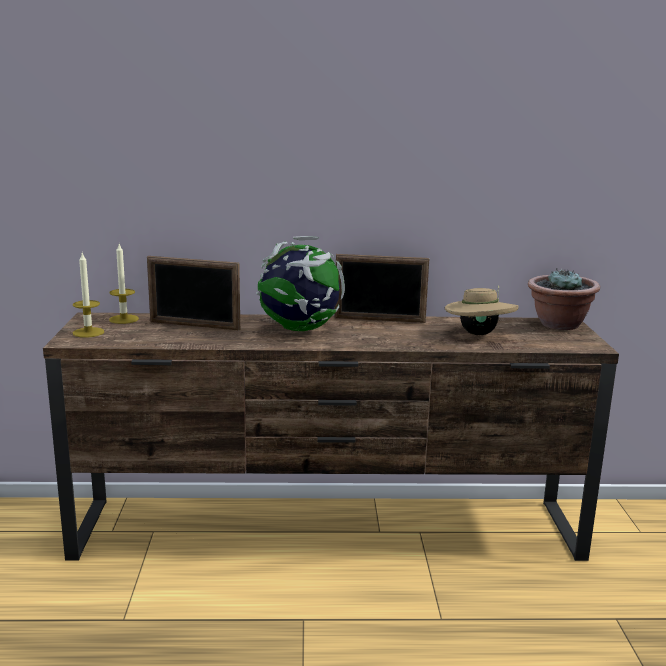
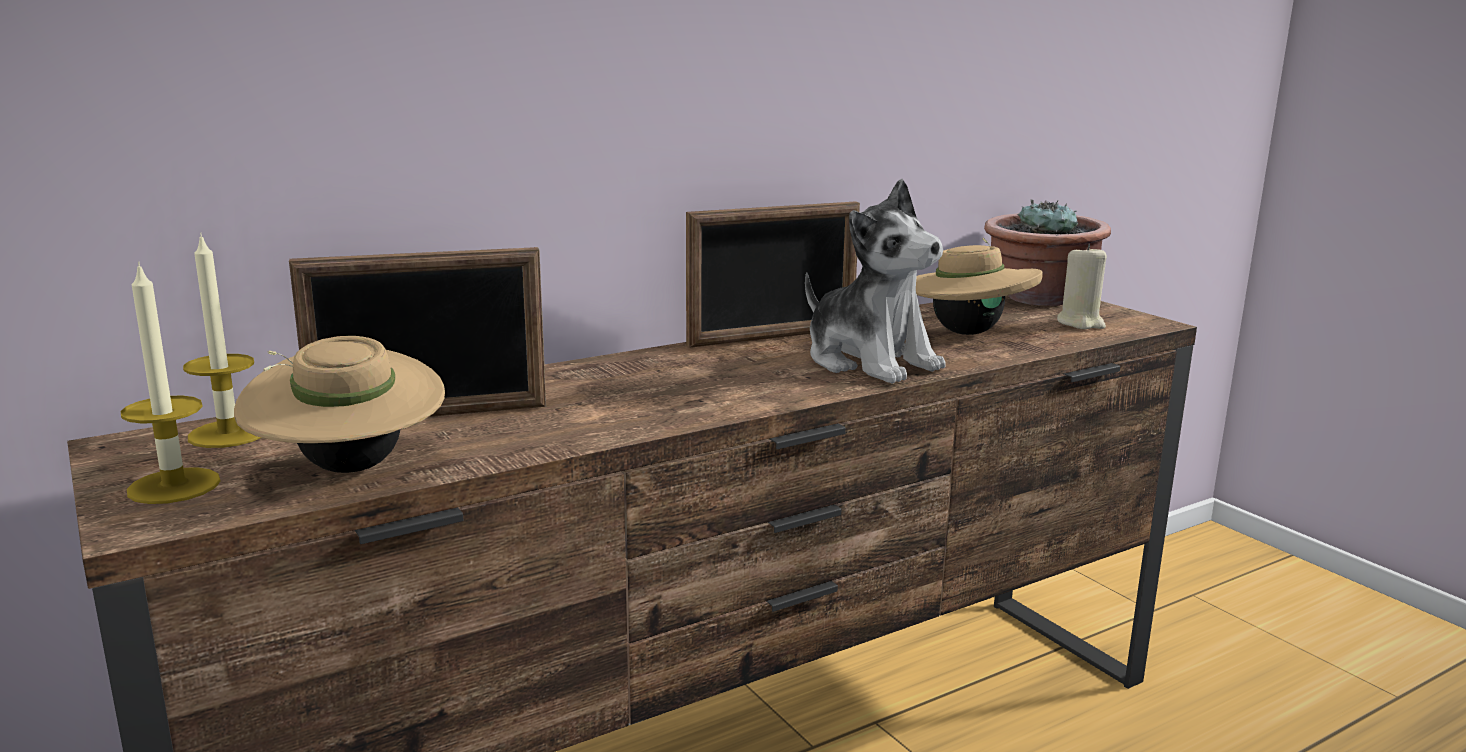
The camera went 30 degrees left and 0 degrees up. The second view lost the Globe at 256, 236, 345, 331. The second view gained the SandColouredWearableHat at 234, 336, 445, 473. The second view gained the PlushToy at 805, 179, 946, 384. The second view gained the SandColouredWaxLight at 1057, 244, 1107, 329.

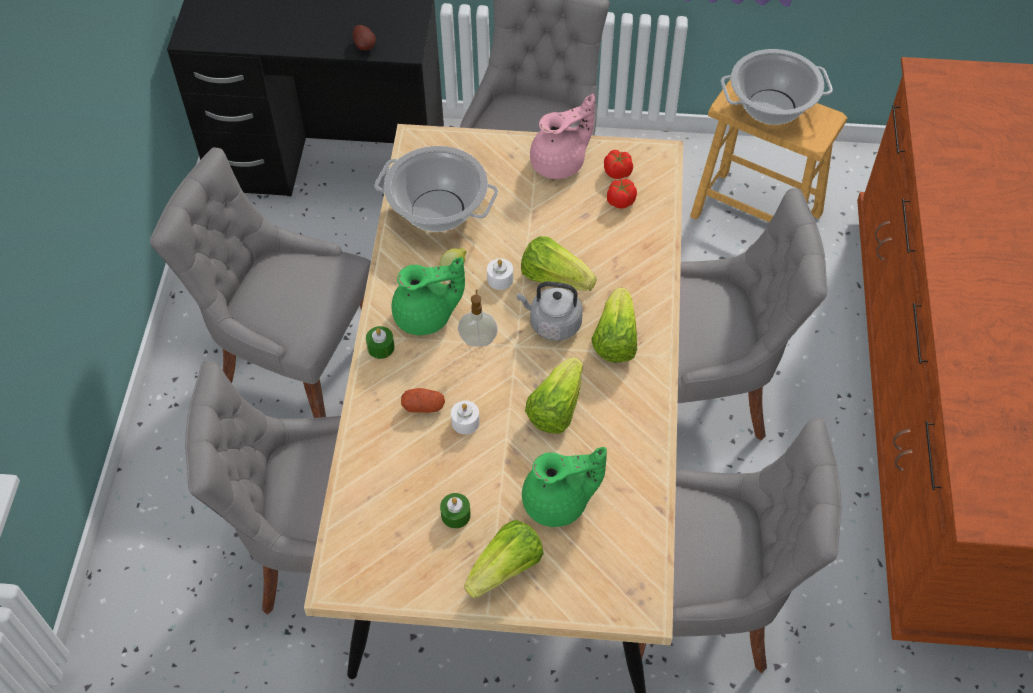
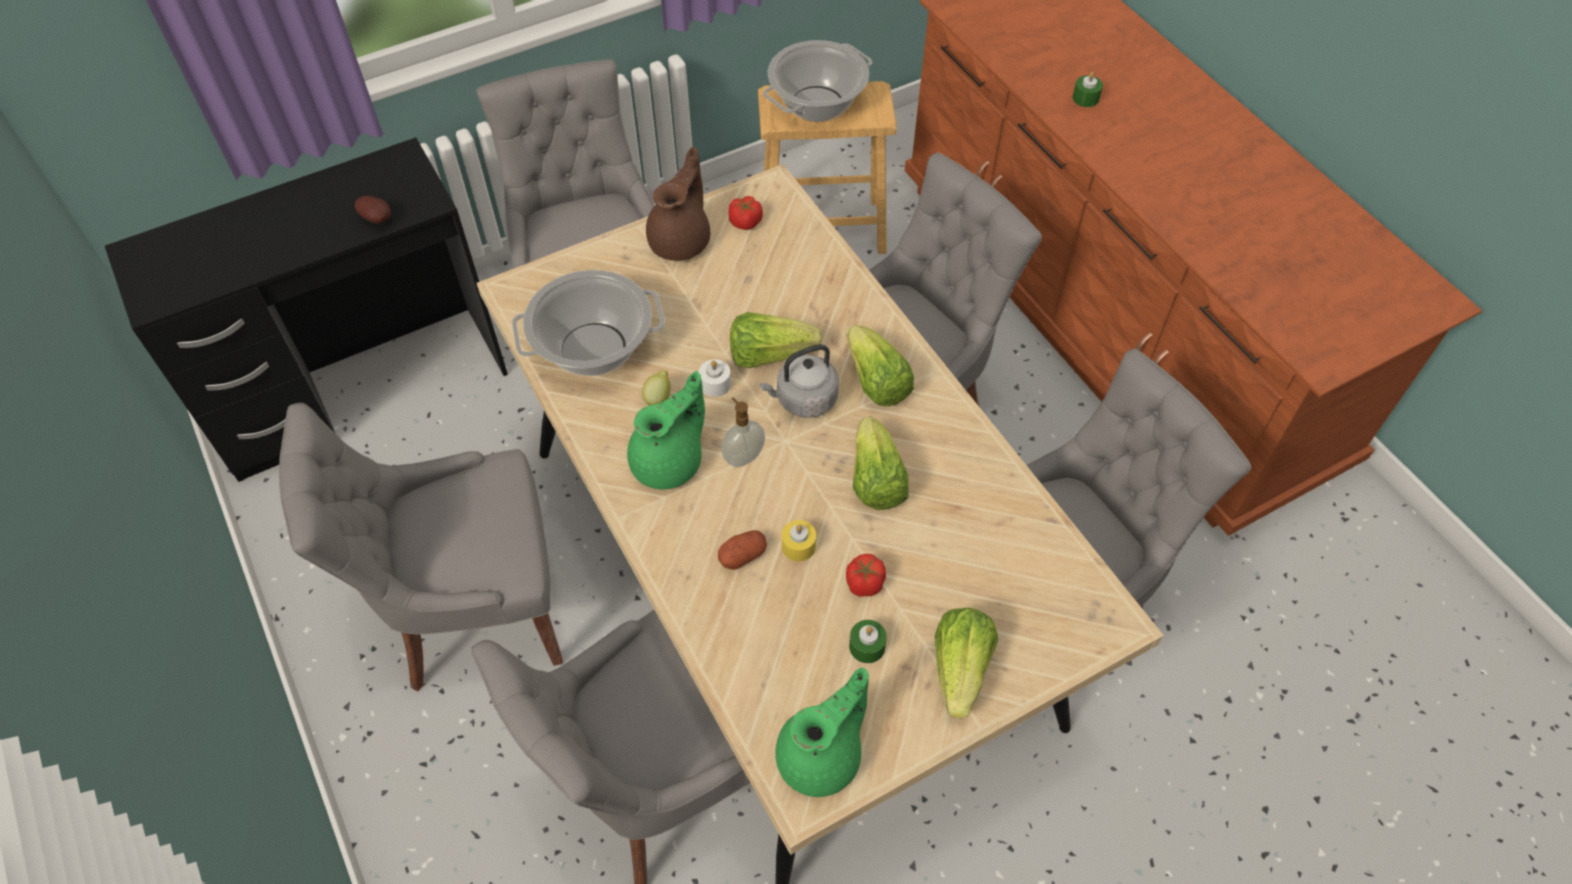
The camera went 35 degrees left and 0 degrees up. The GreenColouredWaxLight ended up elsewhere, having gone from 366, 326, 395, 359 to 1072, 72, 1103, 107. What was the WhiteColouredWaxLight at 451, 400, 480, 434 turned into the YellowColouredWaxLight at 782, 520, 816, 562. The GreenColouredTeapot ended up elsewhere, having gone from 522, 447, 607, 527 to 775, 668, 869, 797. What was the PinkColouredTeapot at 530, 94, 595, 179 turned into the BrownTeapot at 646, 147, 710, 261. The Tomato ended up elsewhere, having gone from 607, 179, 637, 209 to 846, 554, 886, 597.

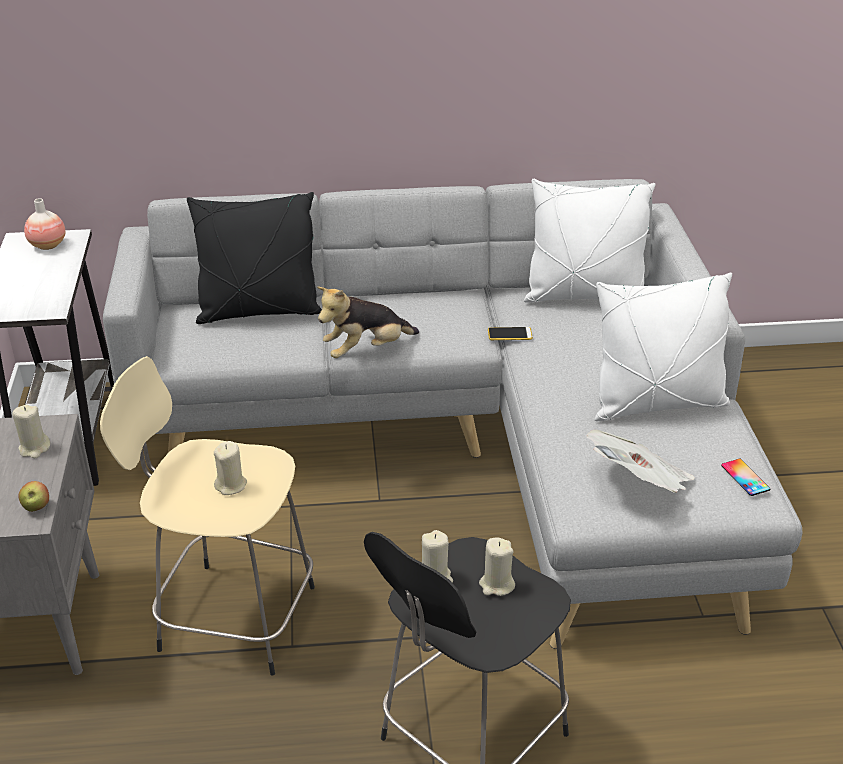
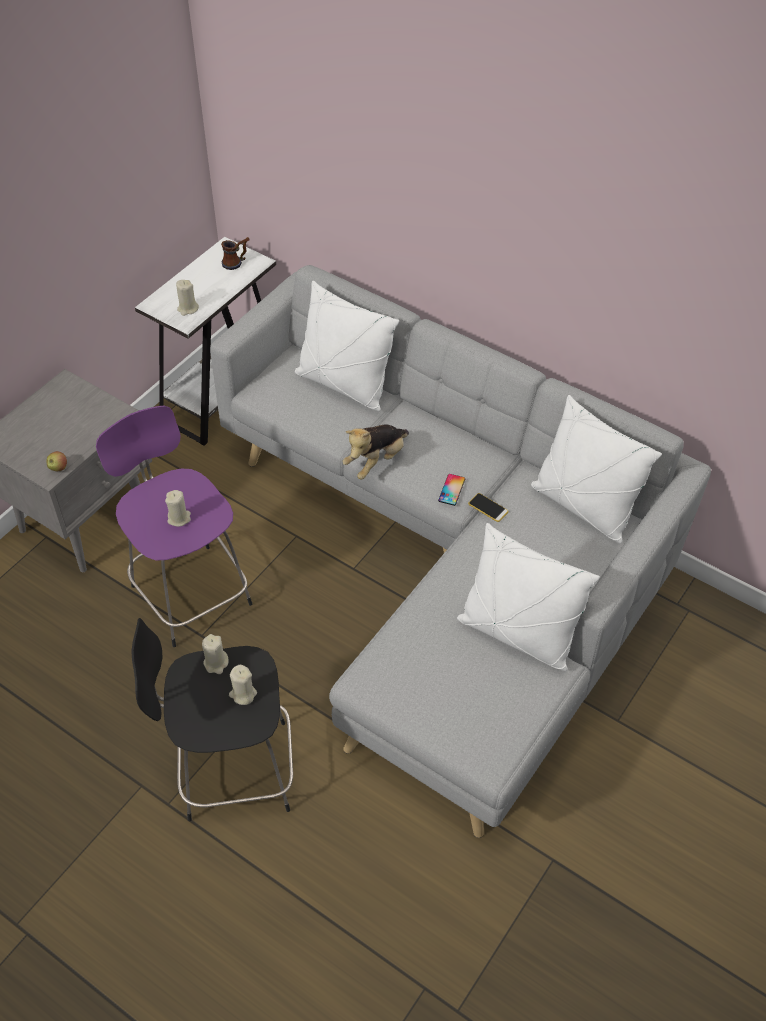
The camera went 40 degrees right and 15 degrees up. The SandColouredWaxLight ended up elsewhere, having gone from 12, 405, 50, 458 to 176, 280, 199, 316. Where the Vase stood at 24, 198, 66, 250, the TeaMug came to stand at 221, 237, 250, 270. What was the SandColouredStool at 100, 356, 315, 676 turned into the PurpleStool at 96, 405, 252, 647. What was the BlackThrowPillow at 187, 192, 322, 324 turned into the WhiteColouredThrowPillow at 295, 281, 400, 411. The PlushToy at 317, 286, 419, 358 ended up facing another way, 60 degrees counterclockwise from before. The second view lost the Newspaper at 587, 430, 695, 493. The Telephone ended up elsewhere, having gone from 721, 459, 771, 496 to 438, 474, 465, 506.

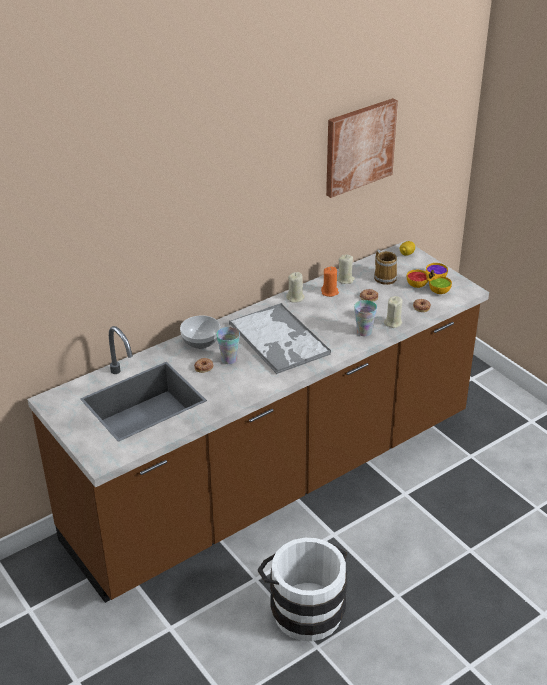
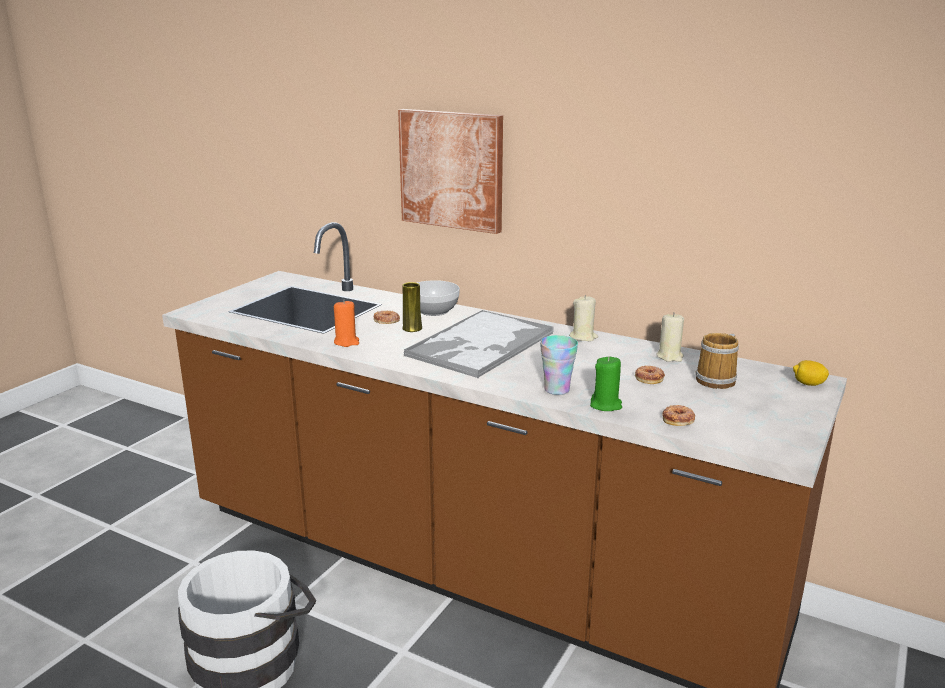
The camera went 65 degrees right and 15 degrees down. Where the SmallCup stood at 216, 327, 240, 364, the YellowColouredVase came to stand at 402, 282, 422, 332. The OrangeyWaxLight ended up elsewhere, having gone from 321, 267, 339, 297 to 334, 300, 359, 347. The Picture ended up elsewhere, having gone from 326, 98, 398, 198 to 398, 109, 503, 234. What was the SandColouredWaxLight at 384, 296, 403, 328 turned into the GreenColouredWaxLight at 590, 356, 622, 411. The second view lost the Bowl at 407, 263, 452, 294.

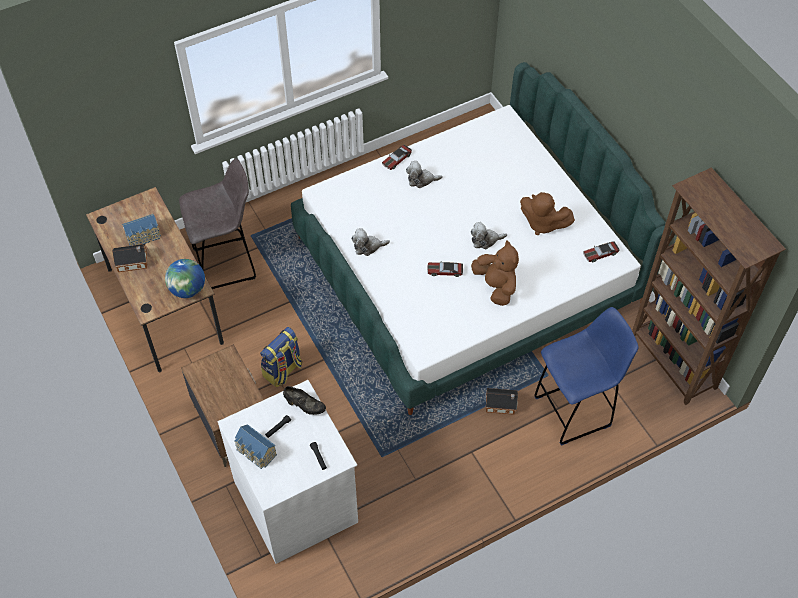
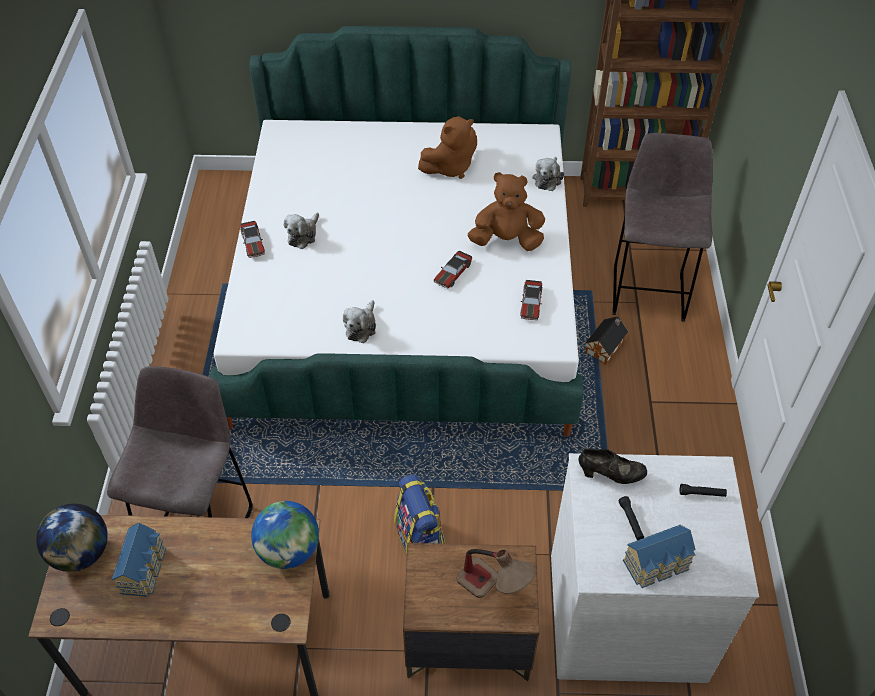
The camera went 60 degrees left and 5 degrees down. The second view lost the MiniatureHouse at 112, 244, 147, 272. The BlackItemOfFootwear at 283, 386, 326, 415 ended up facing another way, 45 degrees clockwise from before. The PlushToy ended up elsewhere, having gone from 471, 222, 507, 249 to 533, 157, 564, 191. What was the BluishStool at 534, 307, 639, 445 turned into the GreyishStool at 612, 133, 712, 322. The ToyCar ended up elsewhere, having gone from 583, 241, 620, 262 to 520, 280, 542, 320. The second view gained the Globe at 36, 504, 108, 572. The second view gained the TabletopLamp at 457, 549, 536, 598.

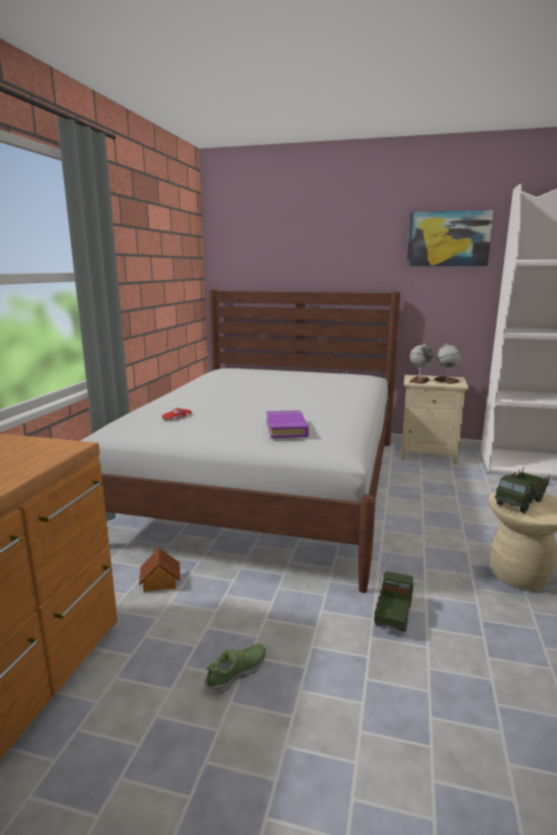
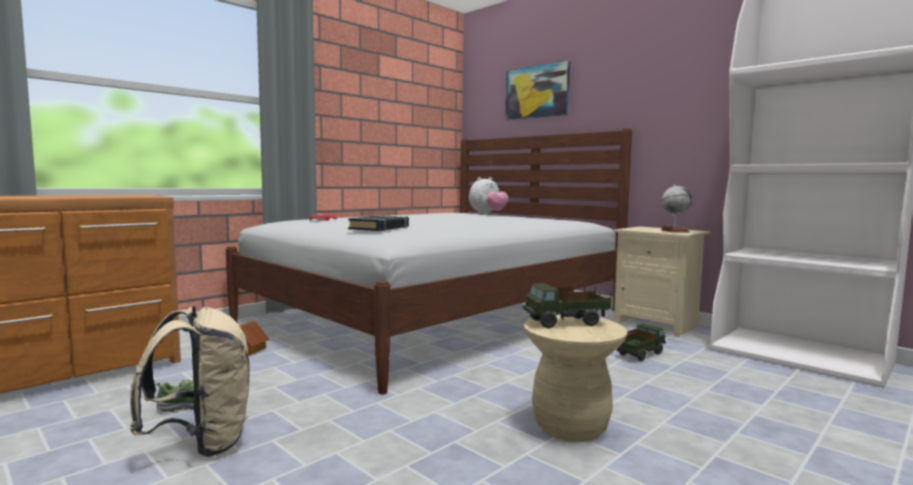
The camera went 30 degrees right and 10 degrees down. What was the PurpleBook at 266, 410, 309, 438 turned into the BlackBook at 348, 215, 409, 231. The ModelTruck ended up elsewhere, having gone from 374, 571, 414, 632 to 617, 324, 666, 361. The Picture ended up elsewhere, having gone from 406, 210, 494, 267 to 505, 60, 570, 120. The second view lost the Globe at 409, 343, 433, 384. The second view gained the SandColouredRucksack at 130, 306, 250, 457. The second view gained the PlushToy at 469, 177, 509, 215.

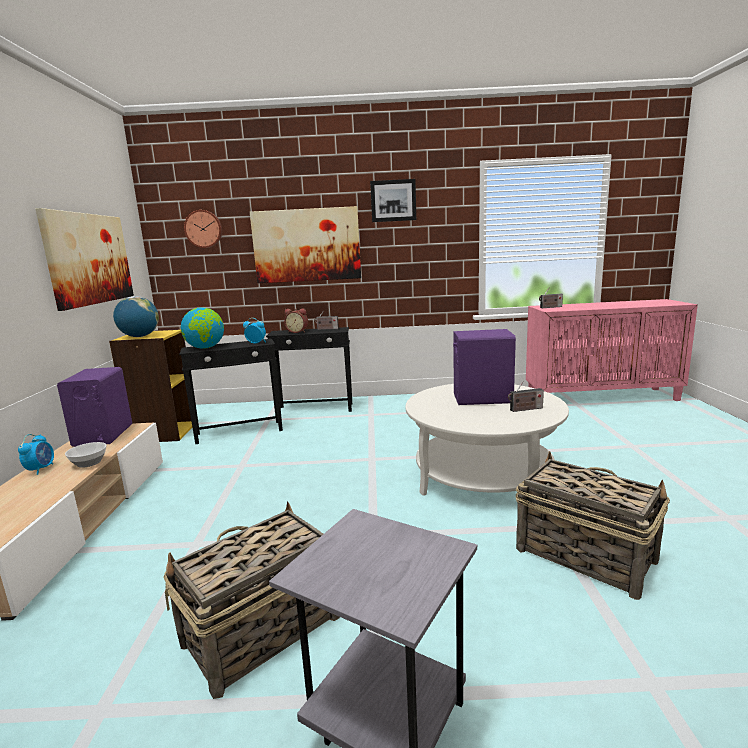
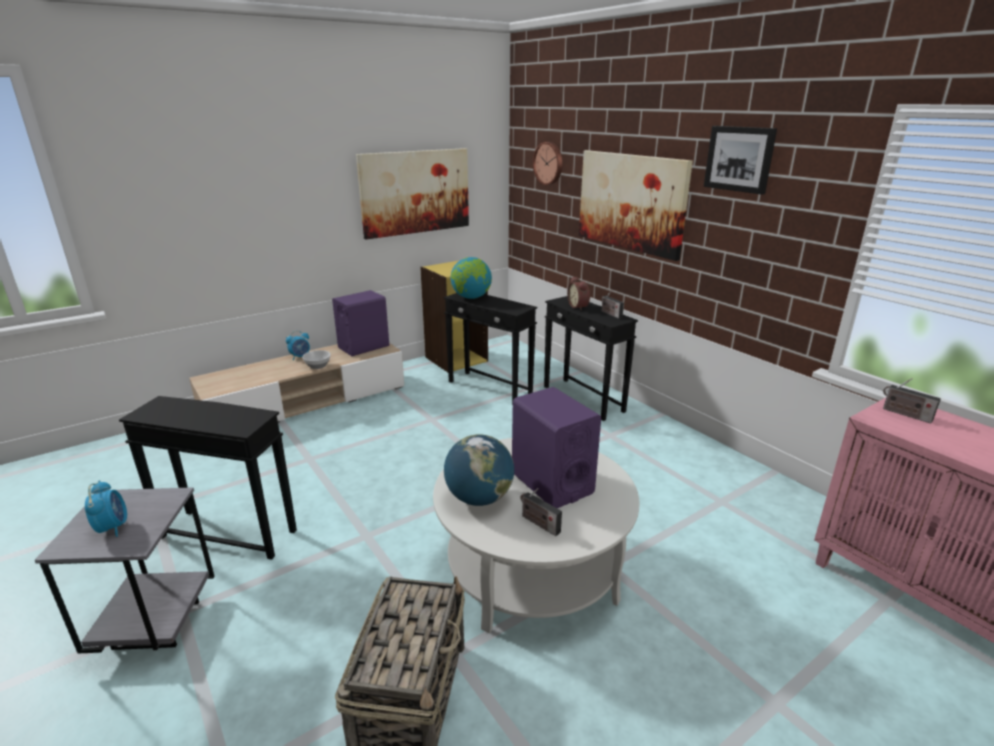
The camera went 55 degrees right and 10 degrees up. The Globe ended up elsewhere, having gone from 113, 296, 159, 337 to 444, 434, 514, 506. Where the Basket stood at 163, 501, 340, 699, the BlackAccentTable came to stand at 119, 396, 297, 560. The BedsideClock ended up elsewhere, having gone from 243, 318, 266, 344 to 85, 481, 127, 537.

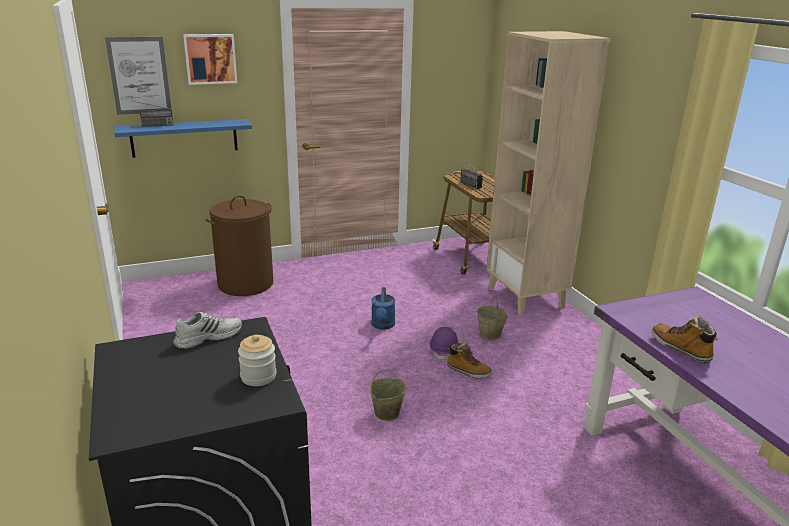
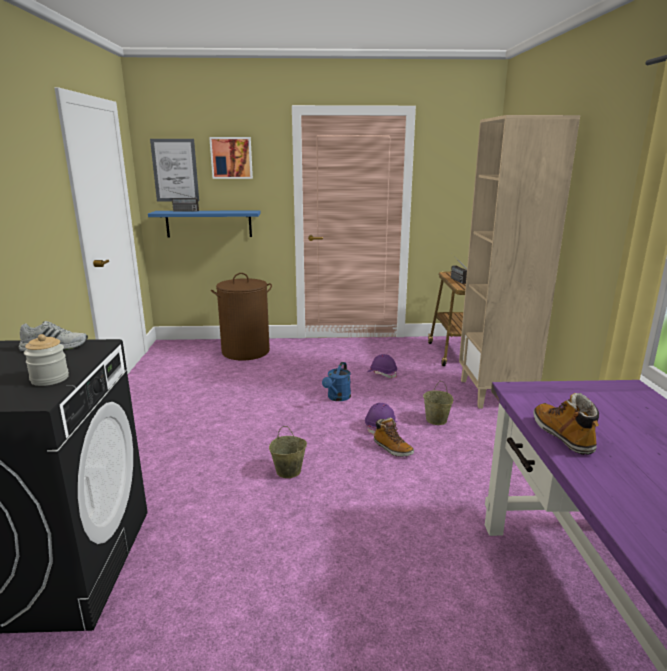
The camera went 20 degrees right and 5 degrees down. The second view gained the PurpleHardHat at 367, 354, 397, 378.

